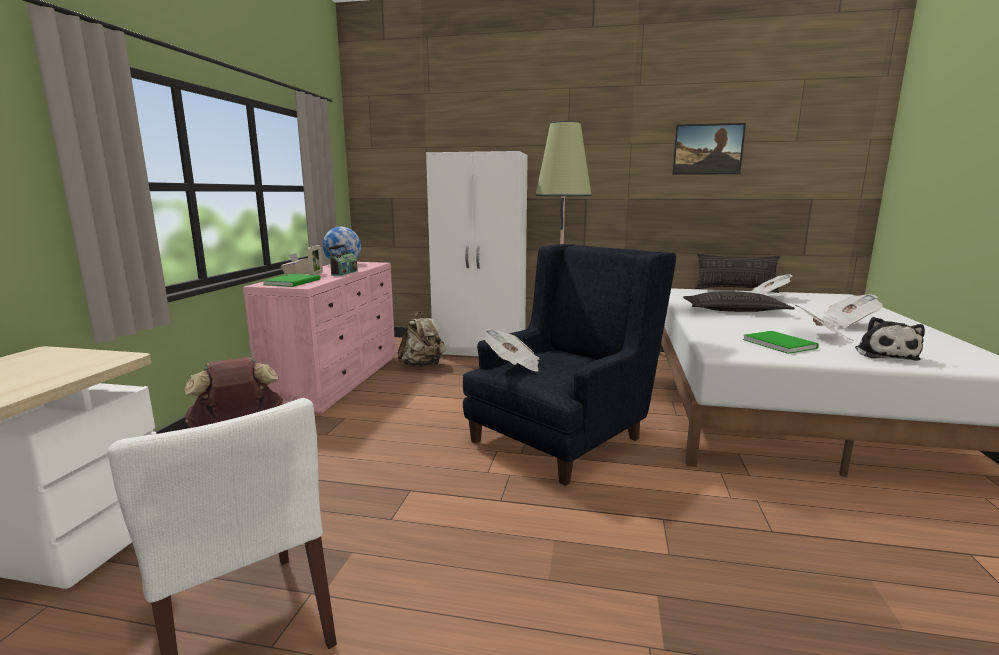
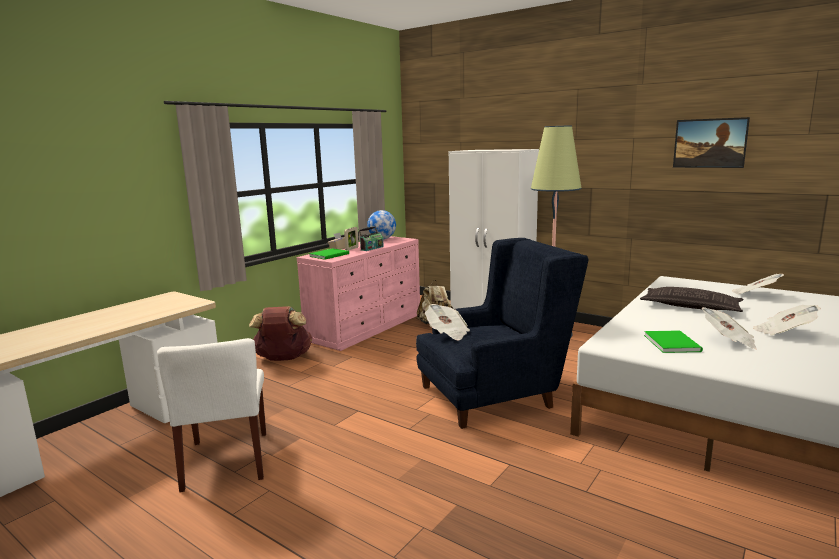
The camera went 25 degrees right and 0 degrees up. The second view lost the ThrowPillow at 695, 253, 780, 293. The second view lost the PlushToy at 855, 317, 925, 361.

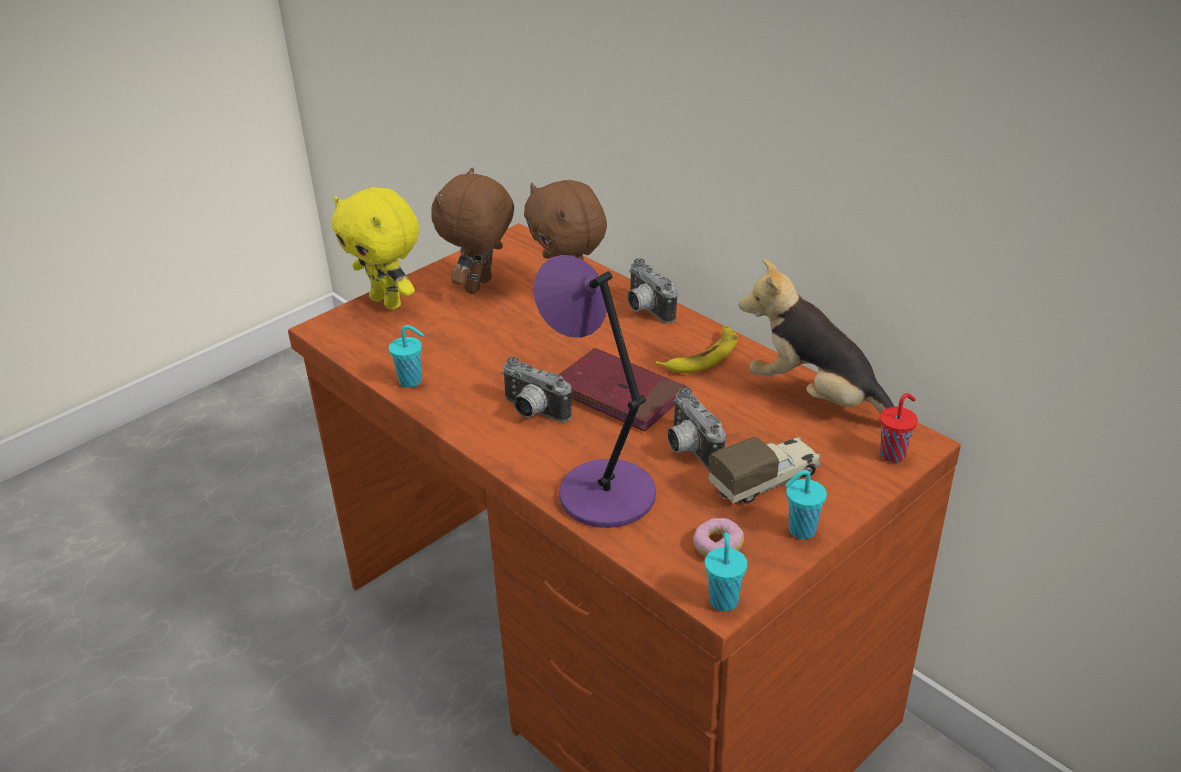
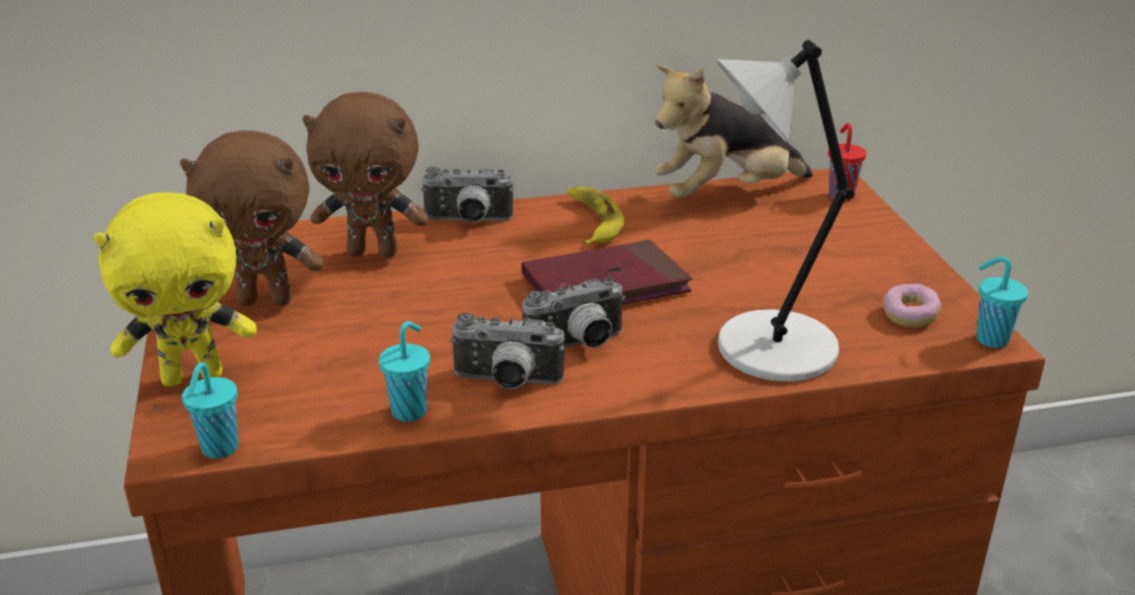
The camera went 60 degrees left and 5 degrees down. The BrownPlushToy at 431, 167, 514, 294 ended up facing another way, 60 degrees counterclockwise from before. What was the PurpleTabletopLamp at 533, 255, 656, 528 turned into the GreyishTabletopLamp at 717, 40, 854, 382. The StillCamera ended up elsewhere, having gone from 667, 387, 726, 468 to 450, 313, 565, 389. The second view lost the ModelTruck at 708, 437, 821, 504. The BlueGreenSmallCup ended up elsewhere, having gone from 785, 470, 827, 539 to 182, 362, 238, 459.

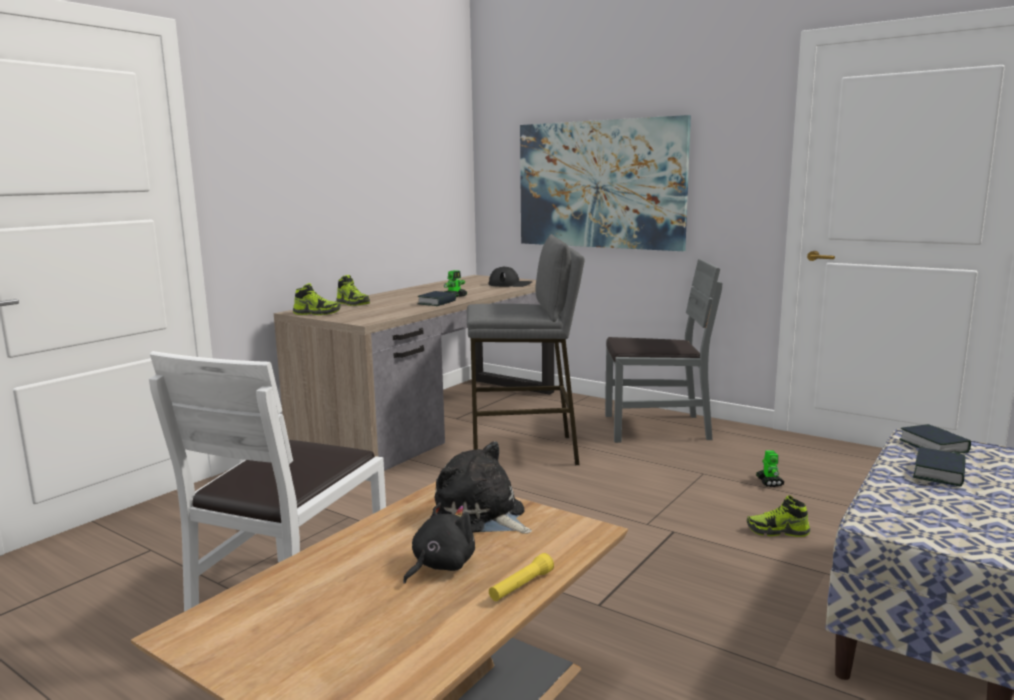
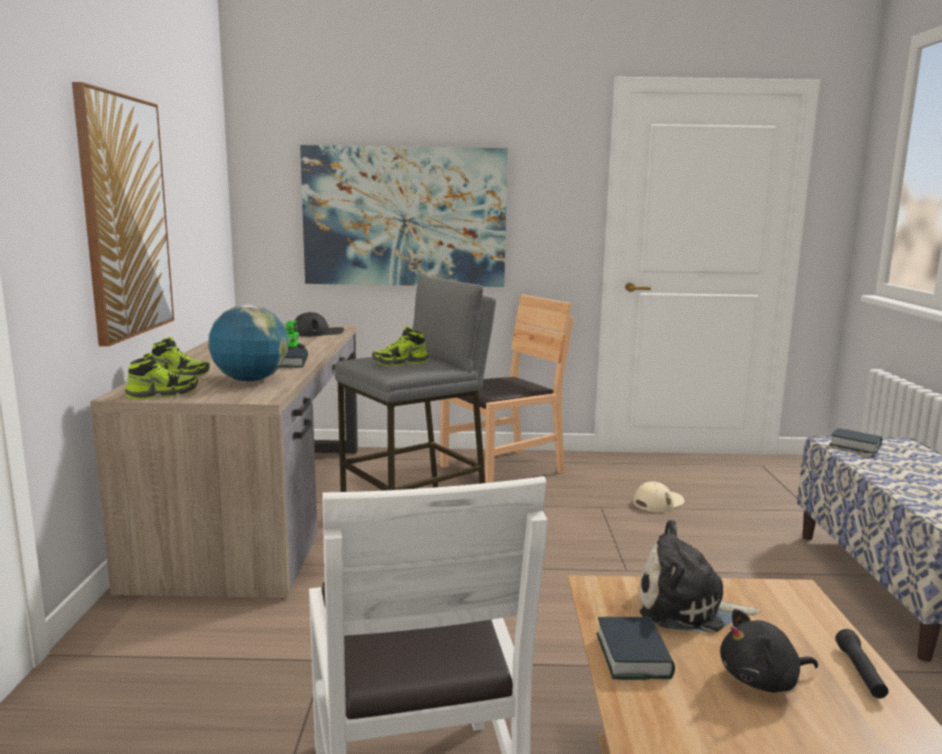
The camera went 35 degrees left and 0 degrees up. The BlackPlushToy at 403, 502, 475, 584 ended up facing another way, 105 degrees counterclockwise from before. What was the YellowColouredHandTorch at 489, 553, 554, 601 turned into the BlackHandTorch at 836, 629, 888, 699. What was the GreyishChair at 605, 259, 722, 443 turned into the BrownChair at 440, 294, 573, 483. The ItemOfFootwear ended up elsewhere, having gone from 747, 495, 810, 537 to 372, 326, 428, 366. Where the ToyRobot stood at 756, 450, 784, 487, the SandColouredPeakedCap came to stand at 633, 482, 684, 512. The Book ended up elsewhere, having gone from 913, 447, 966, 487 to 597, 617, 675, 680. The second view gained the Picture at 72, 82, 174, 347. The second view gained the Globe at 209, 305, 288, 381.

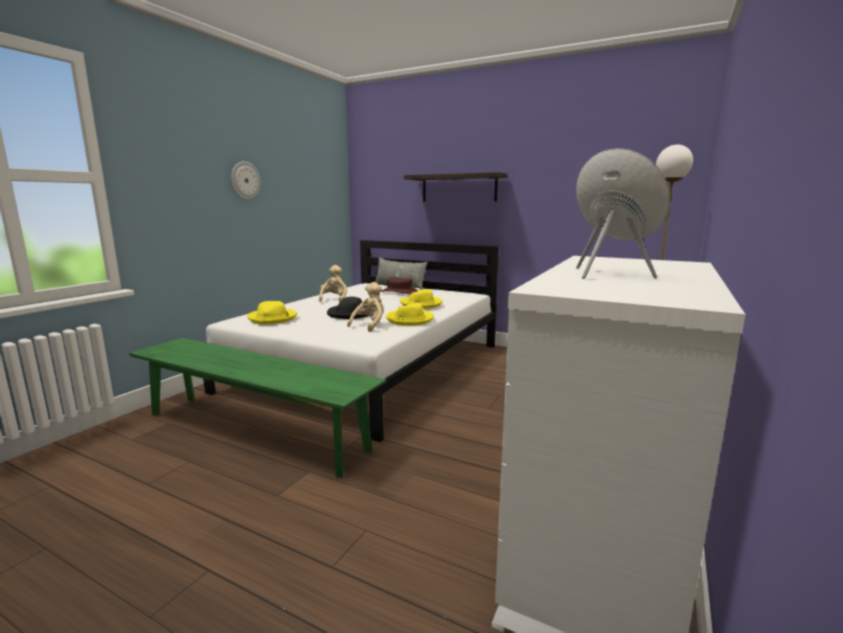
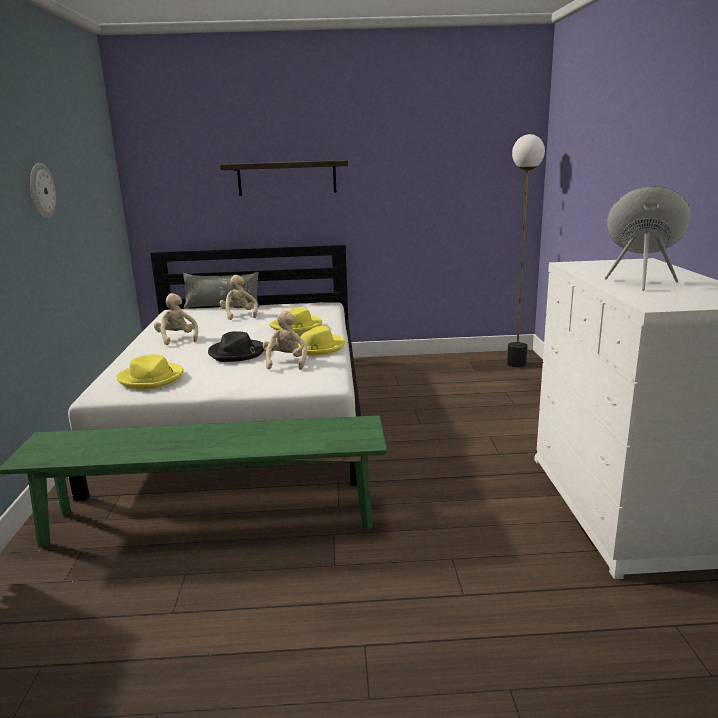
The camera went 30 degrees left and 5 degrees up. Where the BrownWearableHat stood at 380, 277, 418, 294, the SandColouredPlushToy came to stand at 219, 275, 258, 320.

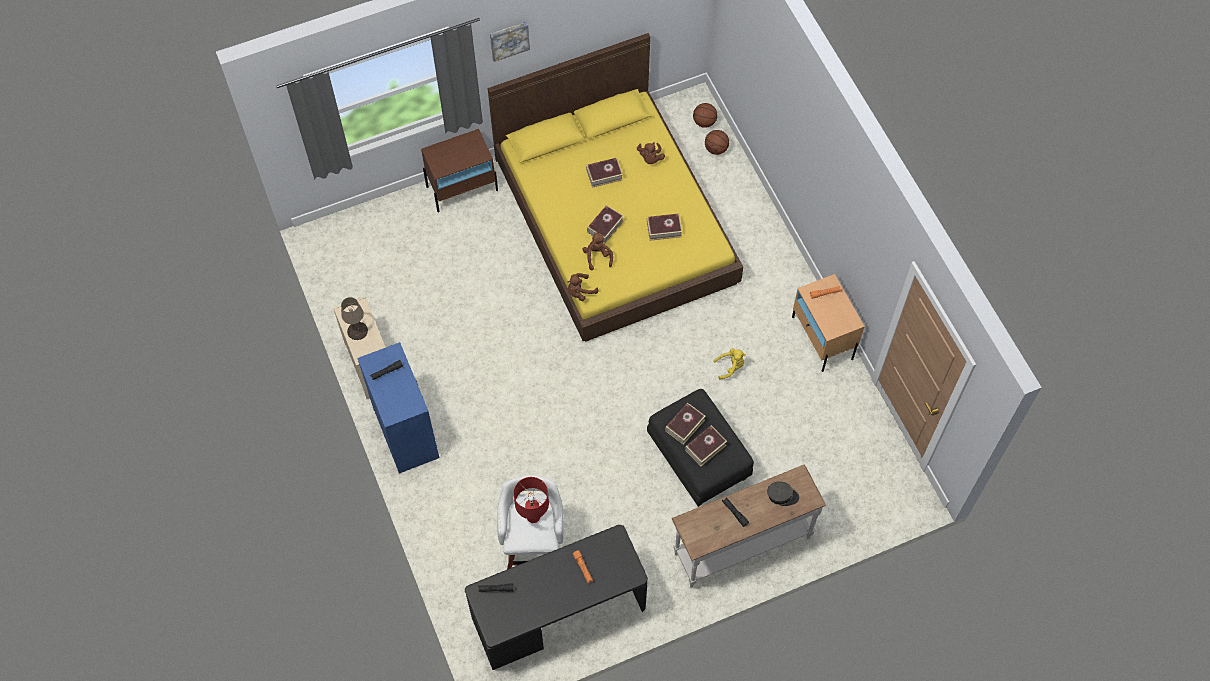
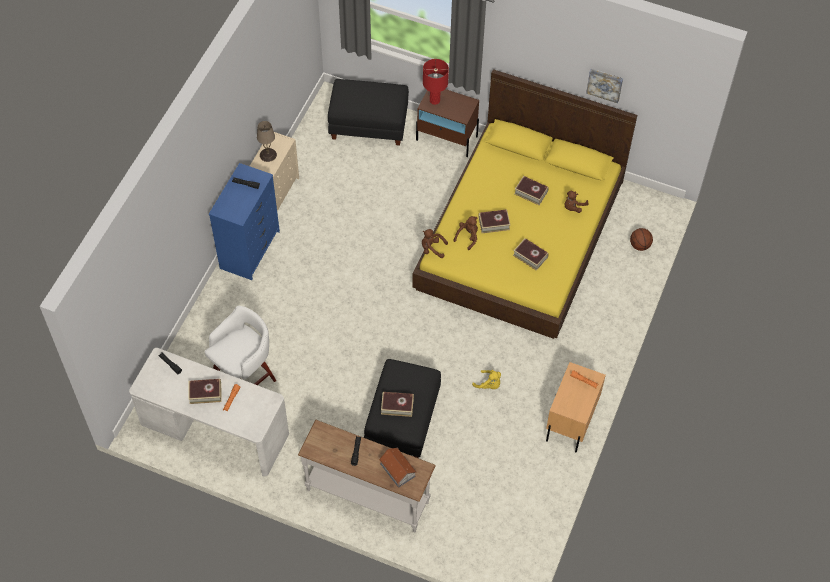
The camera went 45 degrees right and 5 degrees down. What was the BlackDesk at 465, 525, 648, 670 turned into the WhiteColouredDesk at 129, 348, 289, 476. The Picture ended up elsewhere, having gone from 490, 22, 530, 62 to 586, 69, 623, 103. The RedColouredTabletopLamp ended up elsewhere, having gone from 513, 477, 549, 523 to 423, 59, 449, 105. The Book ended up elsewhere, having gone from 665, 402, 706, 445 to 188, 379, 221, 404. The second view lost the BallForBasketball at 693, 103, 717, 128. Where the GreyishPeakedCap stood at 767, 481, 799, 506, the MiniatureHouse came to stand at 379, 448, 417, 488. The second view gained the BlackFootrest at 328, 79, 409, 146.

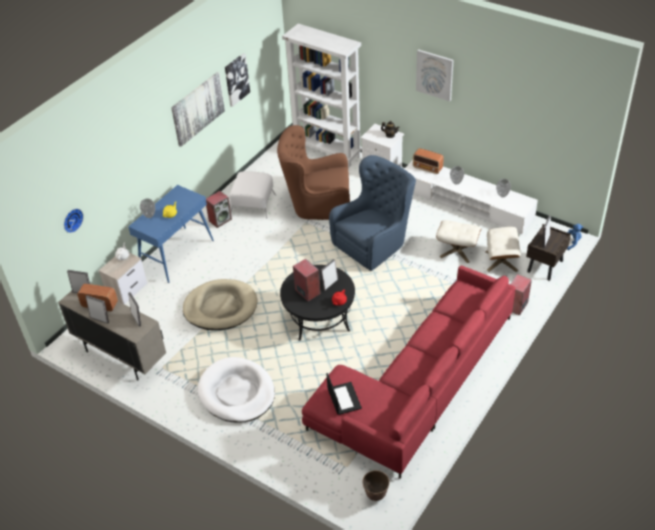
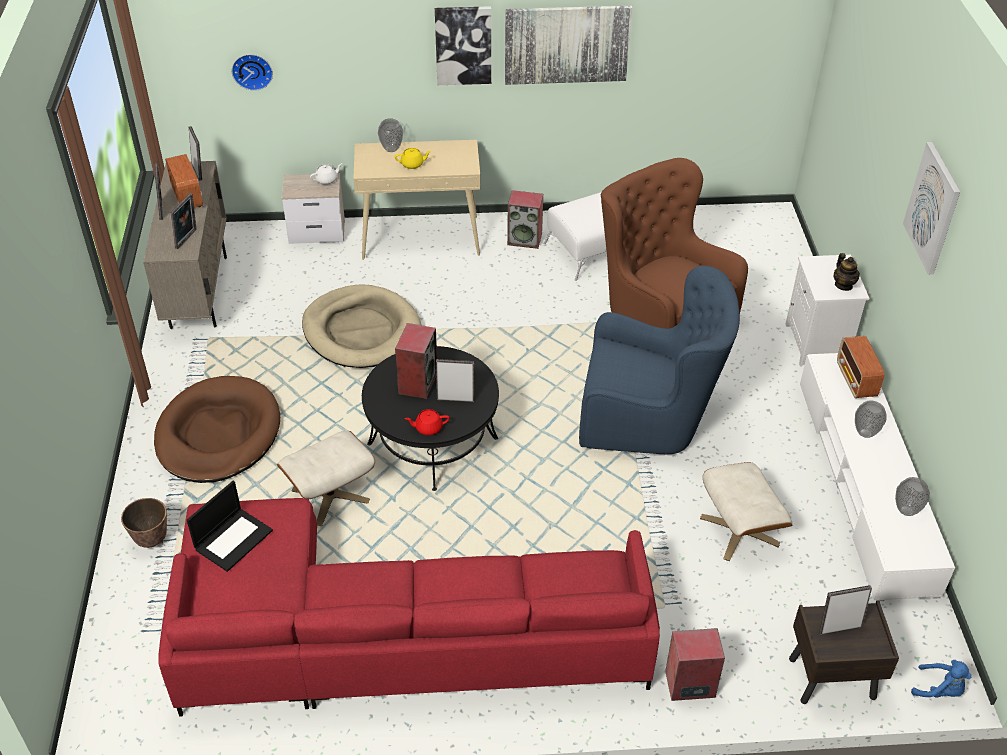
The camera went 50 degrees right and 0 degrees up. What was the BluishConsoleTable at 128, 185, 214, 283 turned into the SandColouredConsoleTable at 353, 140, 480, 260. What was the WhiteColouredDogBed at 198, 357, 275, 422 turned into the BrownDogBed at 154, 376, 280, 483. The Picture ended up elsewhere, having gone from 225, 53, 250, 107 to 435, 6, 491, 85. The second view lost the WhiteColouredShelvingUnit at 282, 24, 362, 167. The FlowerPot ended up elsewhere, having gone from 362, 470, 390, 501 to 121, 498, 167, 548. The SandColouredFootrest ended up elsewhere, having gone from 485, 227, 520, 272 to 277, 431, 375, 526.

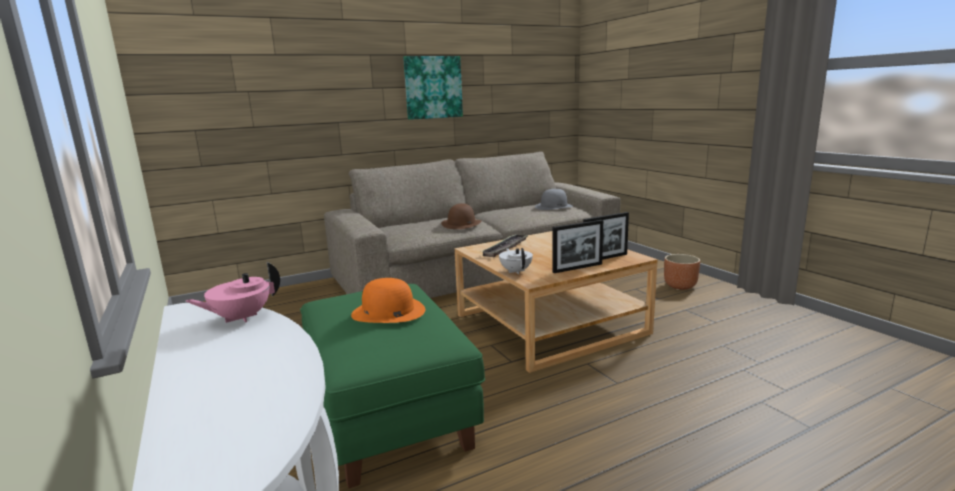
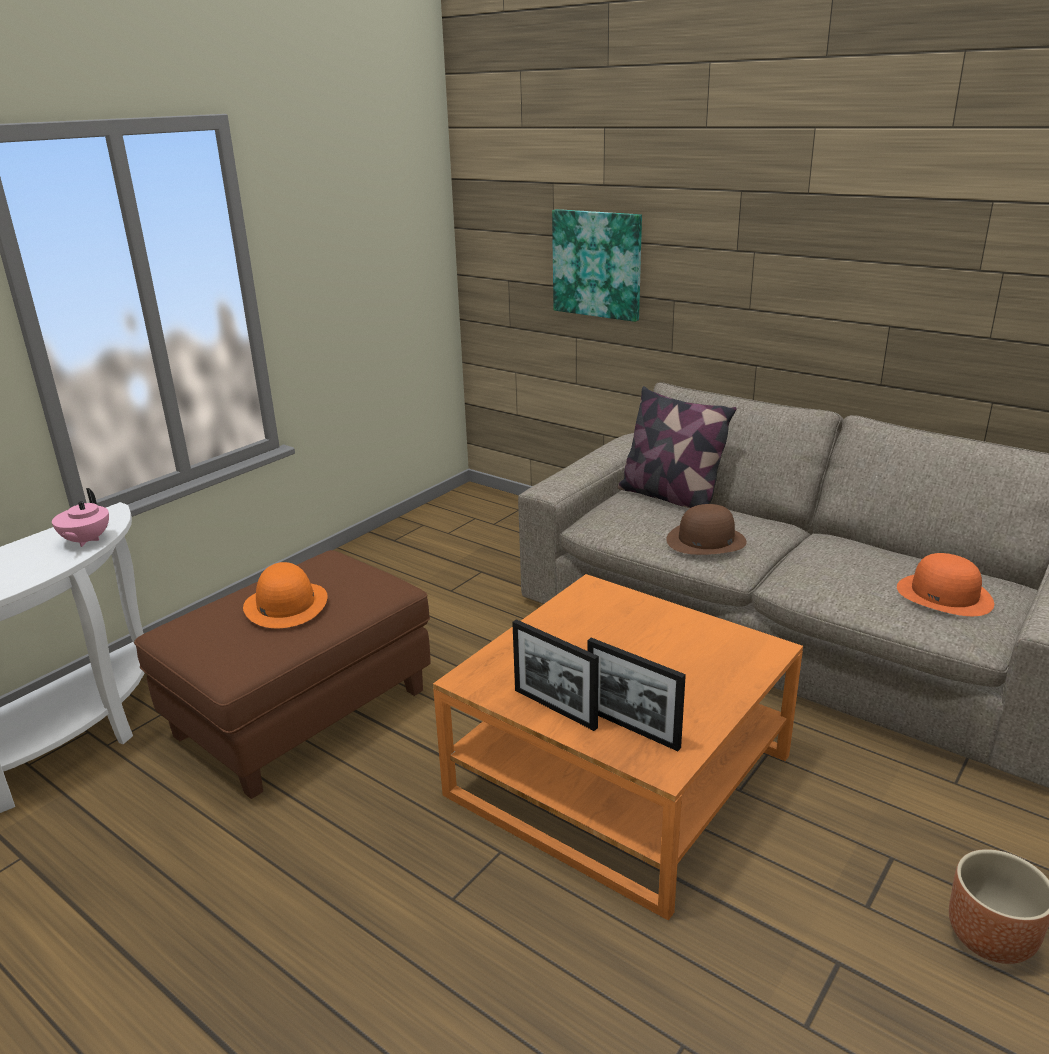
The camera went 65 degrees right and 10 degrees up. The PinkColouredTeapot at 186, 262, 280, 323 ended up facing another way, 120 degrees counterclockwise from before. What was the GreenColouredFootrest at 300, 284, 485, 488 turned into the BrownFootrest at 134, 550, 431, 799. The Picture ended up elsewhere, having gone from 403, 56, 463, 120 to 552, 209, 642, 322. What was the SandColouredLoungeTable at 455, 231, 658, 373 turned into the OrangeyLoungeTable at 433, 574, 803, 921. The second view lost the CarryingTray at 482, 234, 528, 257. The second view lost the WhiteColouredTeapot at 499, 248, 533, 274. What was the GreyishWearableHat at 535, 189, 573, 210 turned into the OrangeyWearableHat at 897, 553, 994, 616. The second view gained the ThrowPillow at 617, 386, 737, 509.

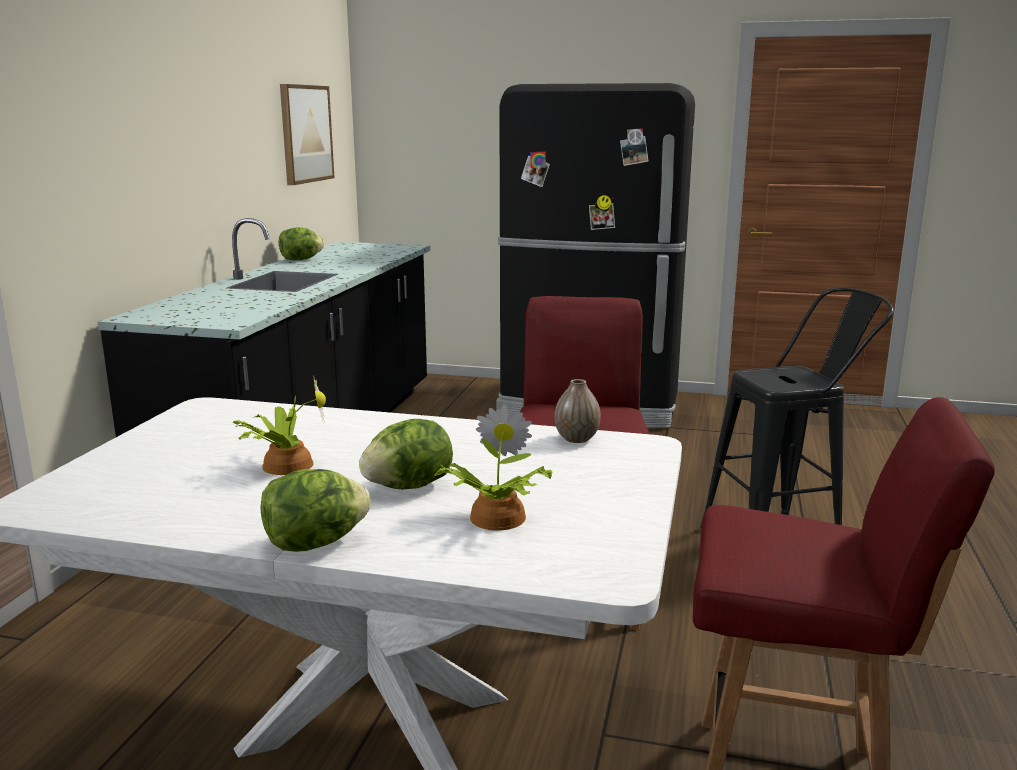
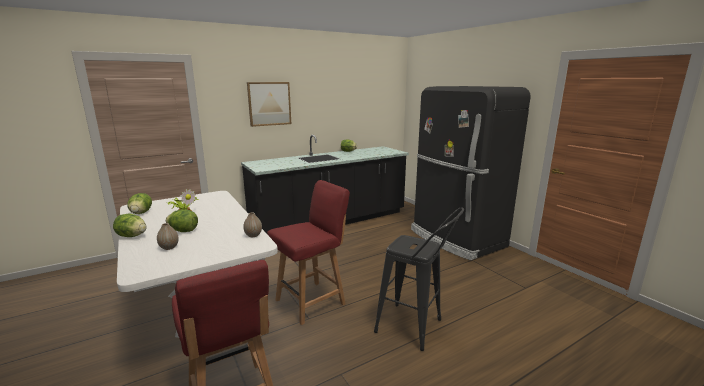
The camera went 45 degrees right and 0 degrees up. The Picture ended up elsewhere, having gone from 280, 84, 334, 185 to 247, 82, 291, 127. Where the PlantInAPot stood at 434, 405, 552, 530, the Vase came to stand at 157, 223, 179, 250. The second view gained the LettuceHead at 127, 193, 152, 214.

